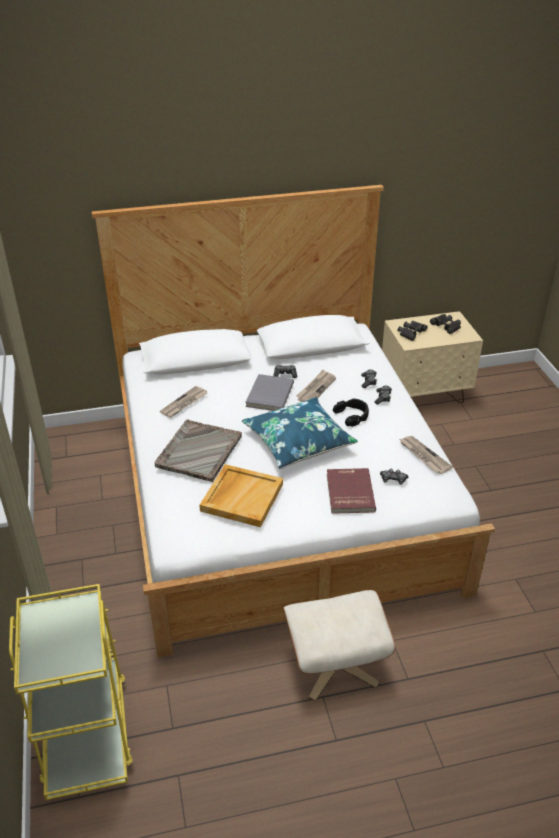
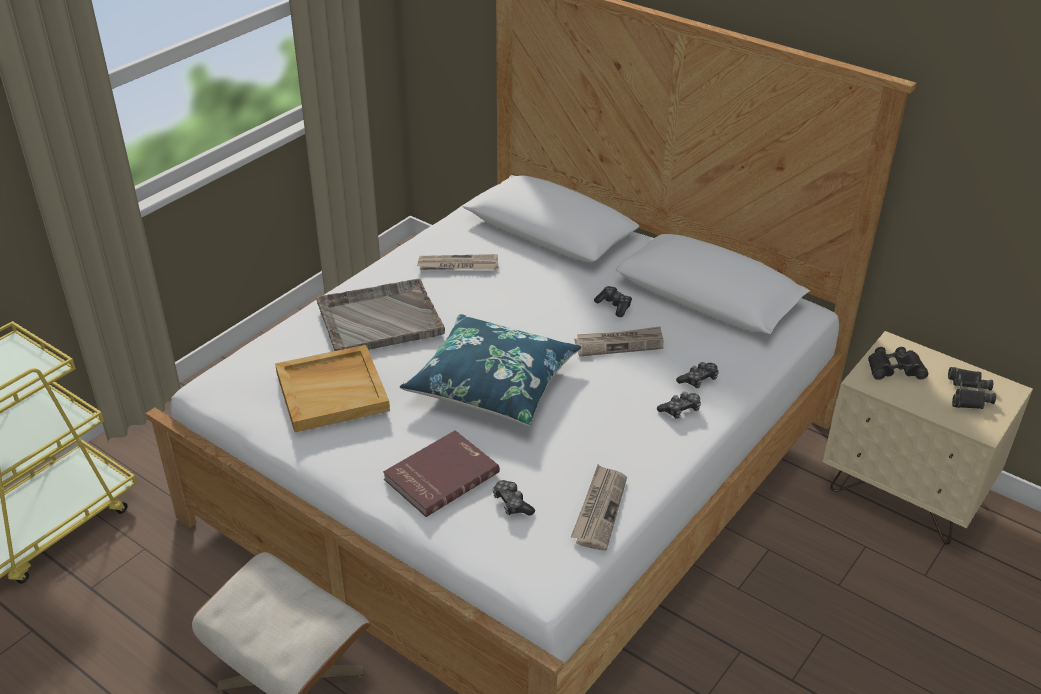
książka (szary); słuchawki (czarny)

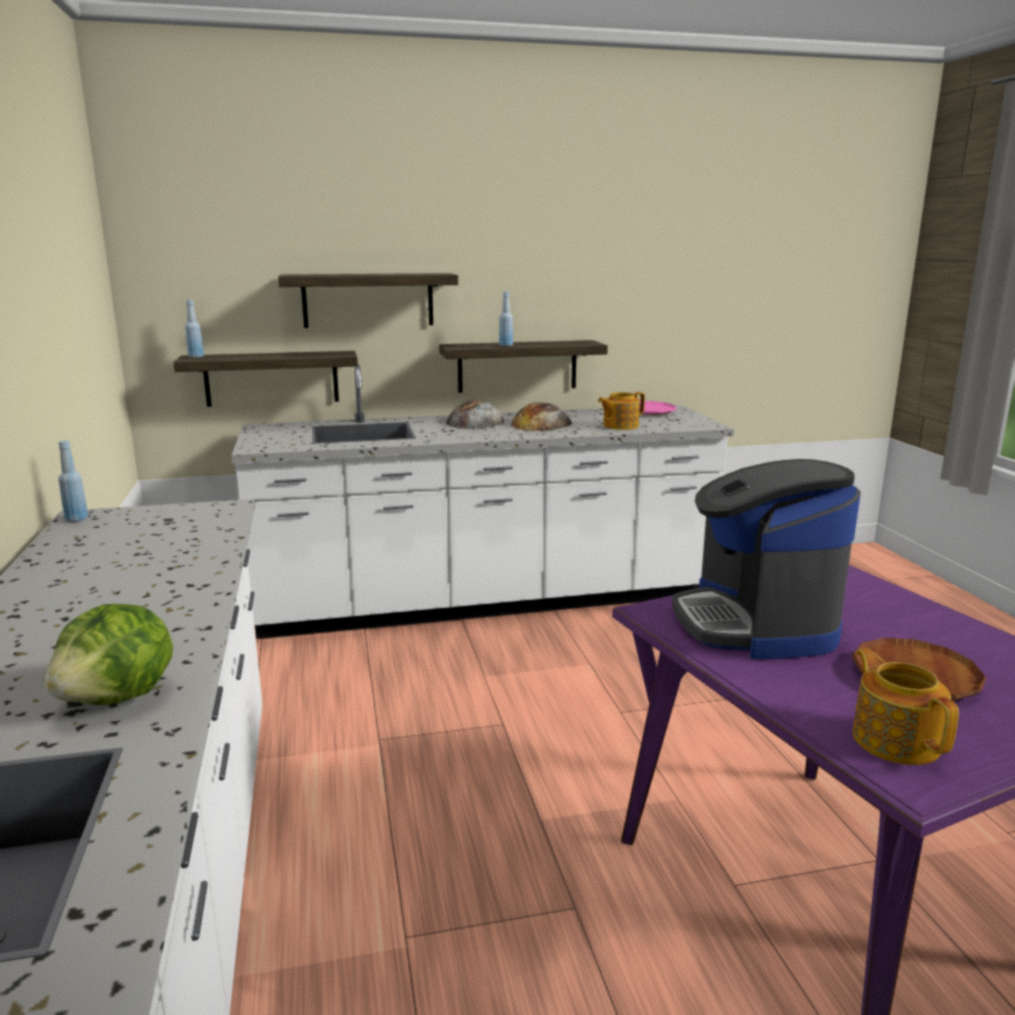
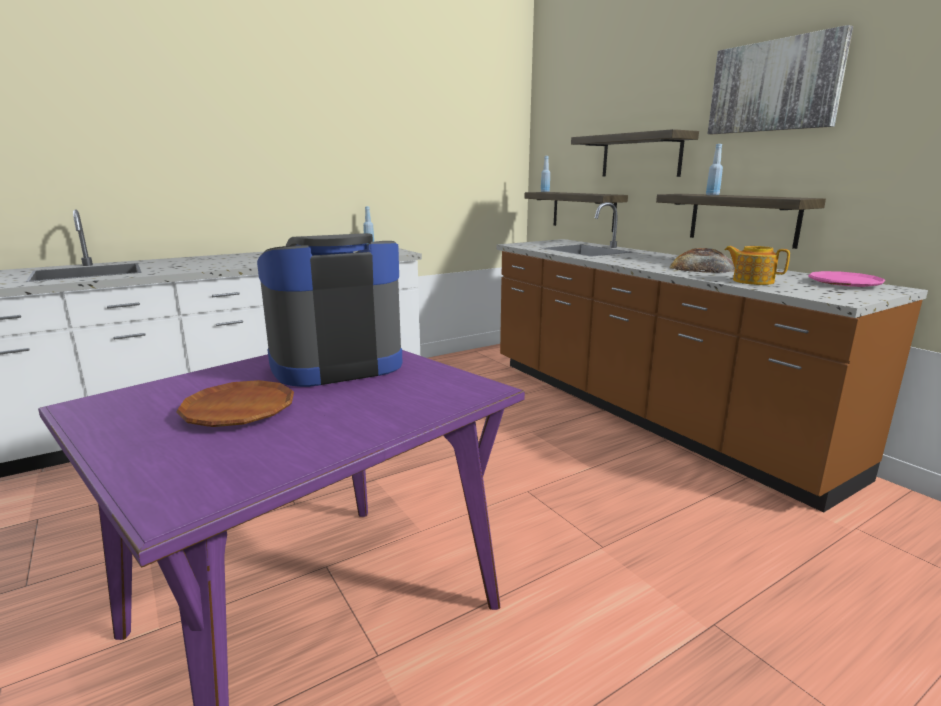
zabudowa kuchenna (brązowy); obraz; sałata; chleb (1st from left in the first image); imbryk (2nd from left in the first image)

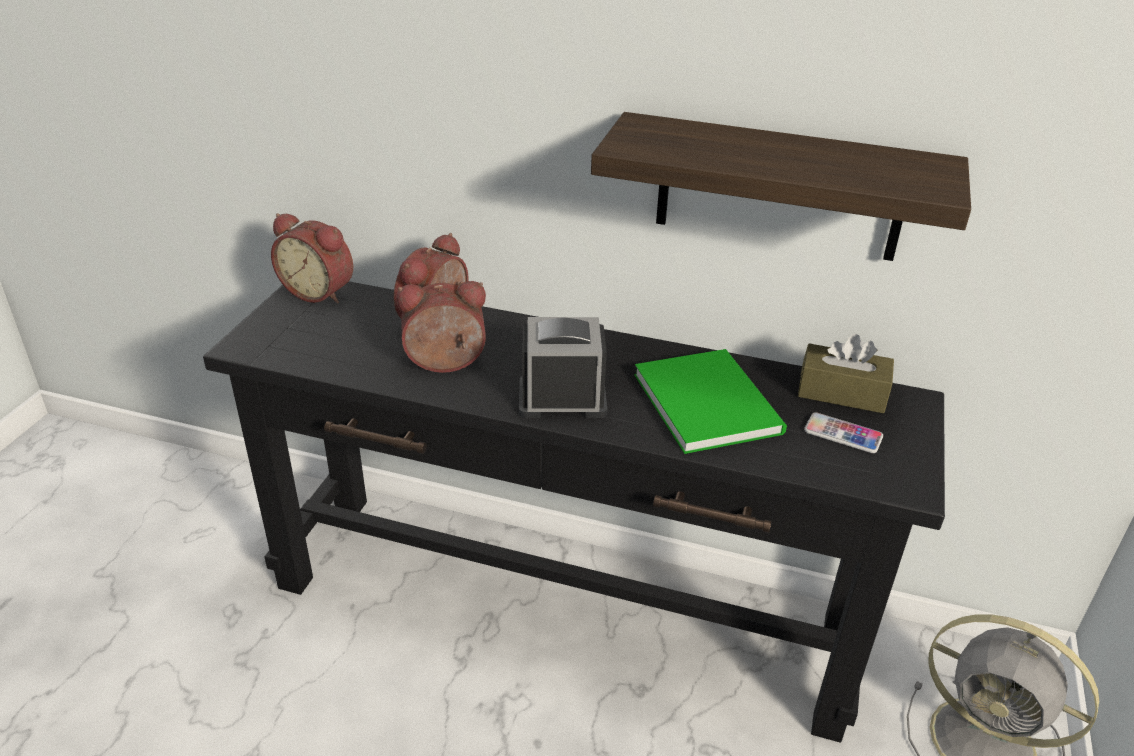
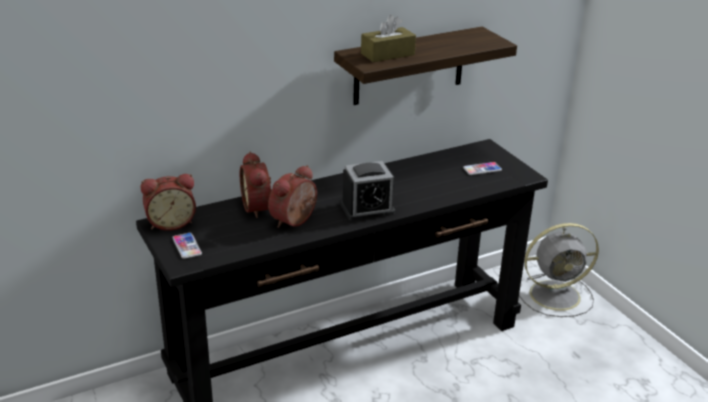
telefon (1st from left); budzik (4th from left); pudełko chusteczek (brązowy); książka (zielony)

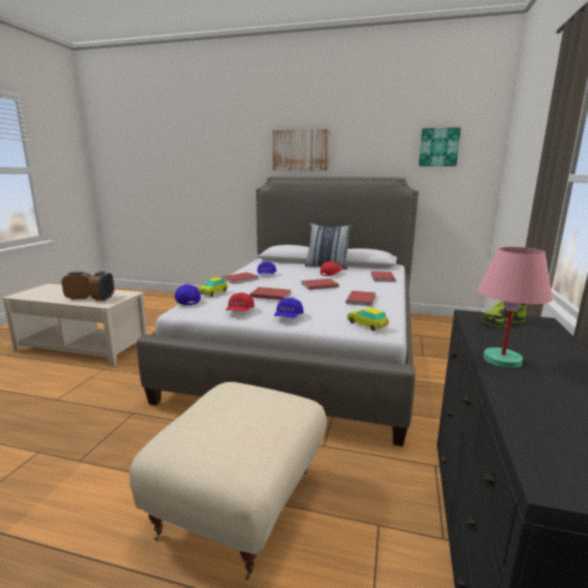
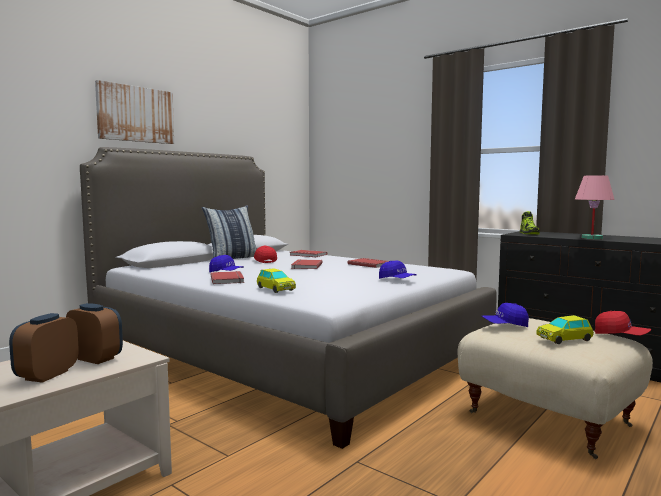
czapka z daszkiem (niebieski) (3rd from left); samochodzik (2nd from left); czapka z daszkiem (czerwony) (2nd from left); książka (czerwony) (2nd from left in the first image); obraz (2nd from left in the first image)

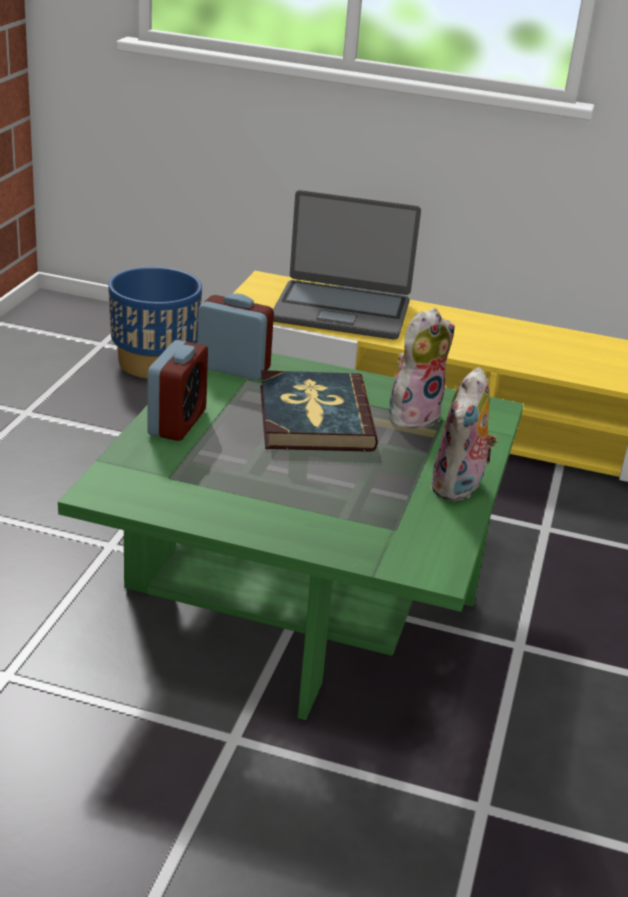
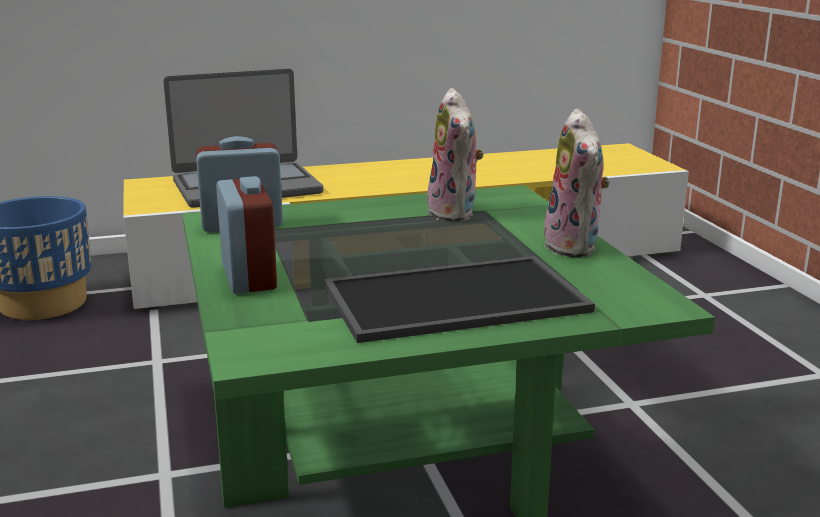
taca; pluszak (1st from left); książka

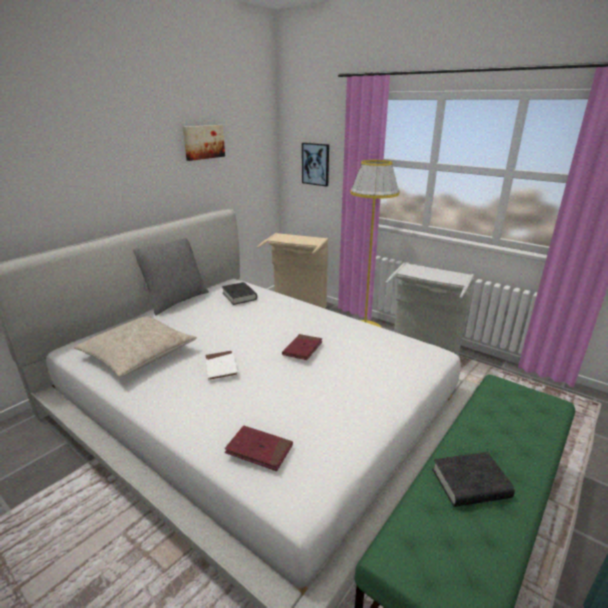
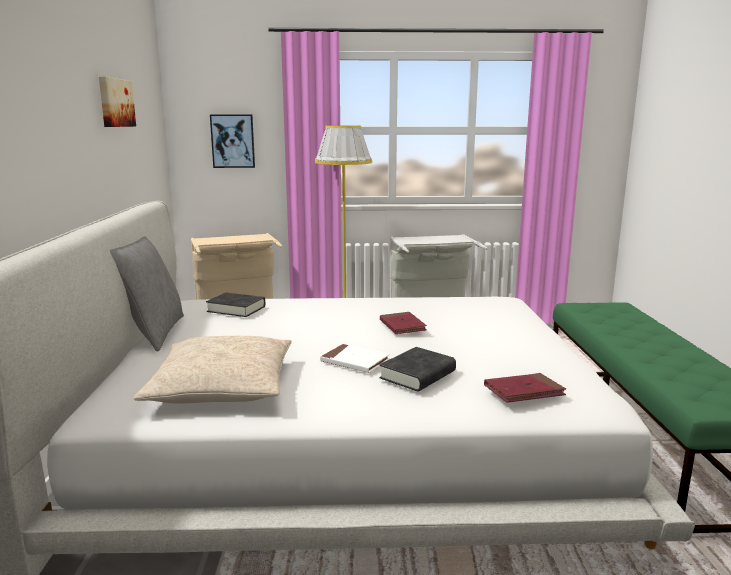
książka (czarny) (2nd from left)

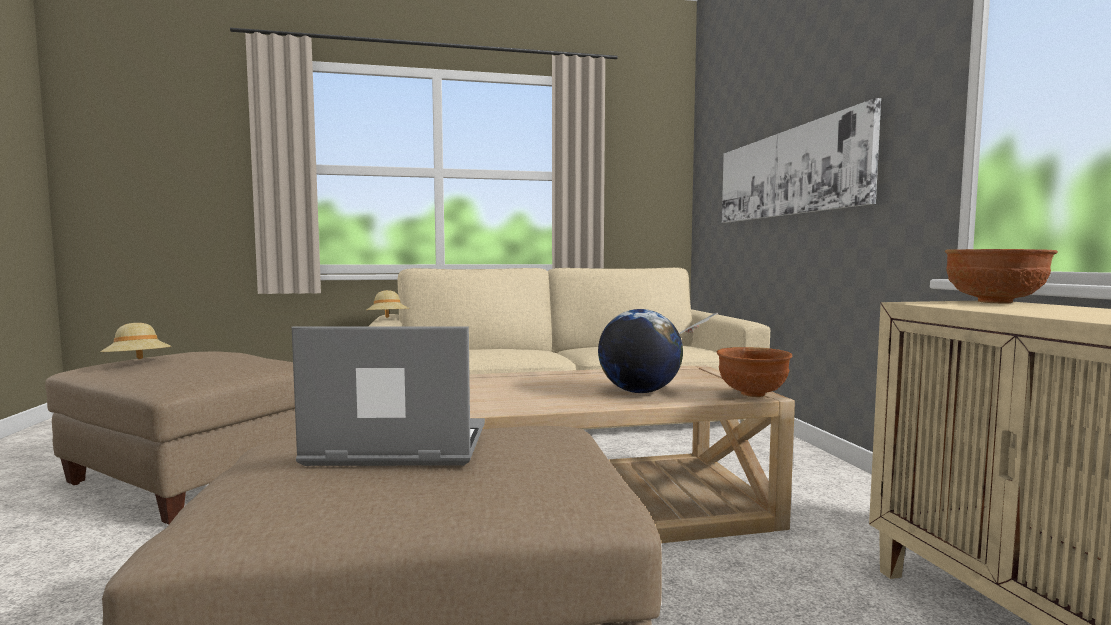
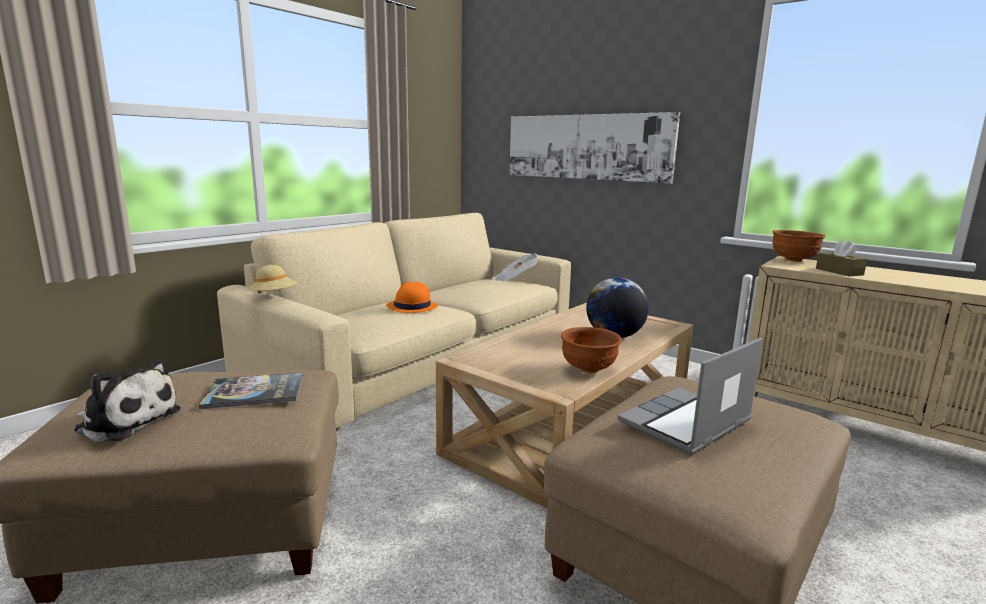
pluszak; książka; kapelusz (pomarańczowy); miska (brązowy) (1st from left); pudełko chusteczek (brązowy)

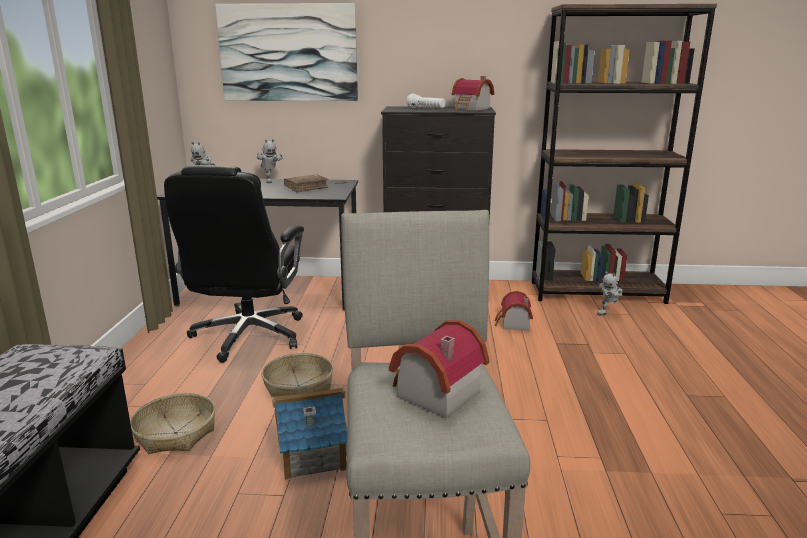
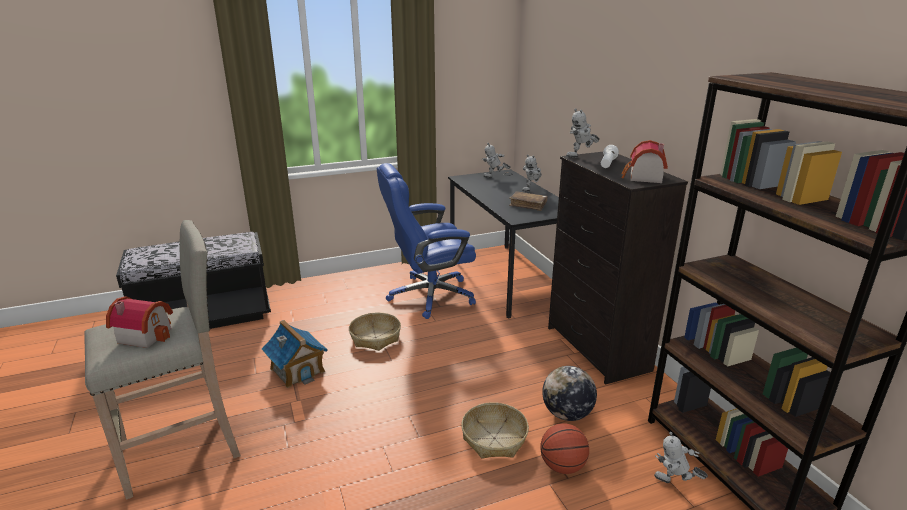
krzesło biurowe (niebieski); koszyk (2nd from left); piłka do koszykówki; globus; robot zabawkowy (3rd from left); obraz

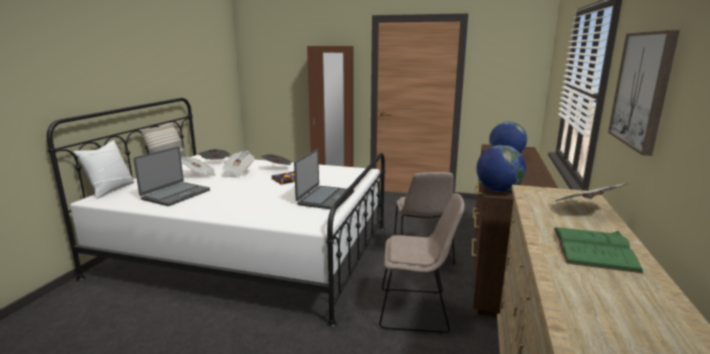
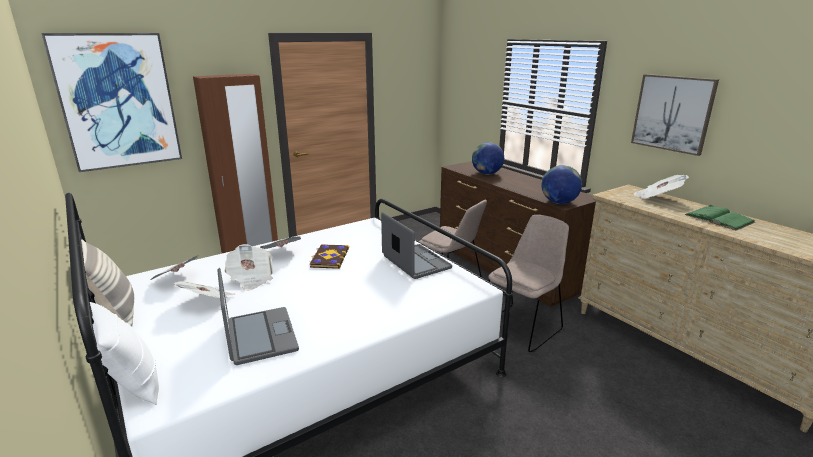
obraz (1st from left)

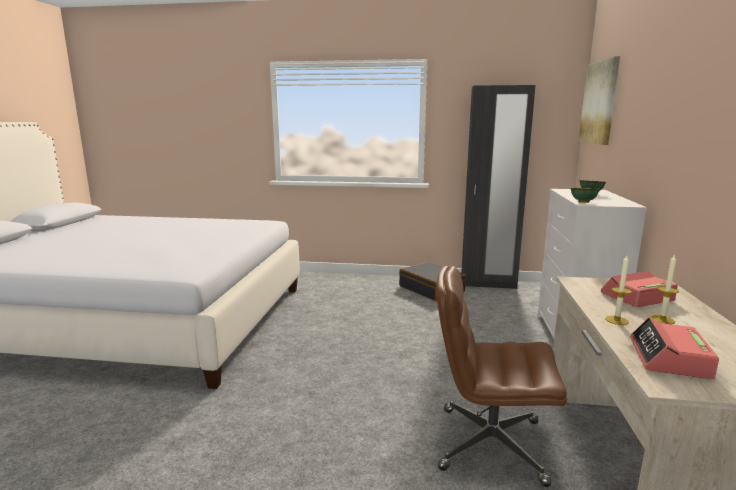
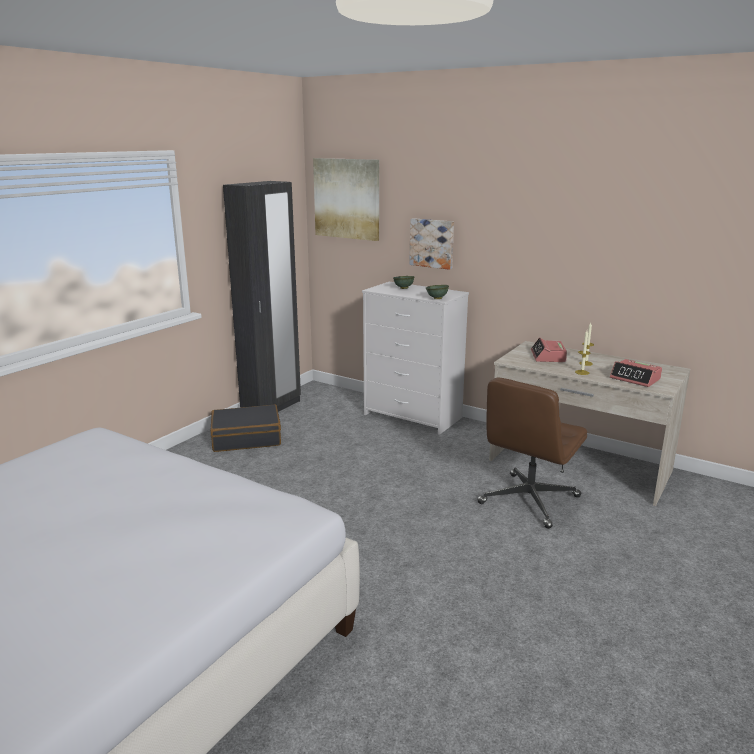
obraz (2nd from left)

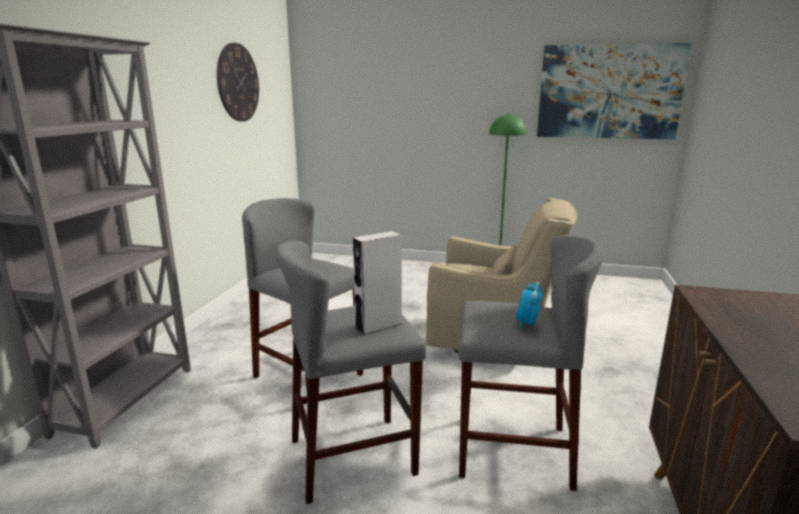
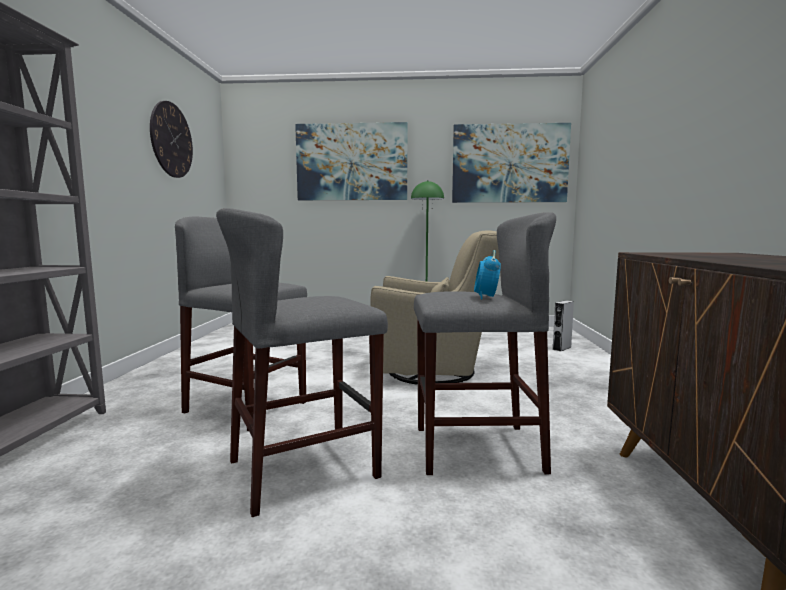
obraz (1st from left); głośnik (szary)

